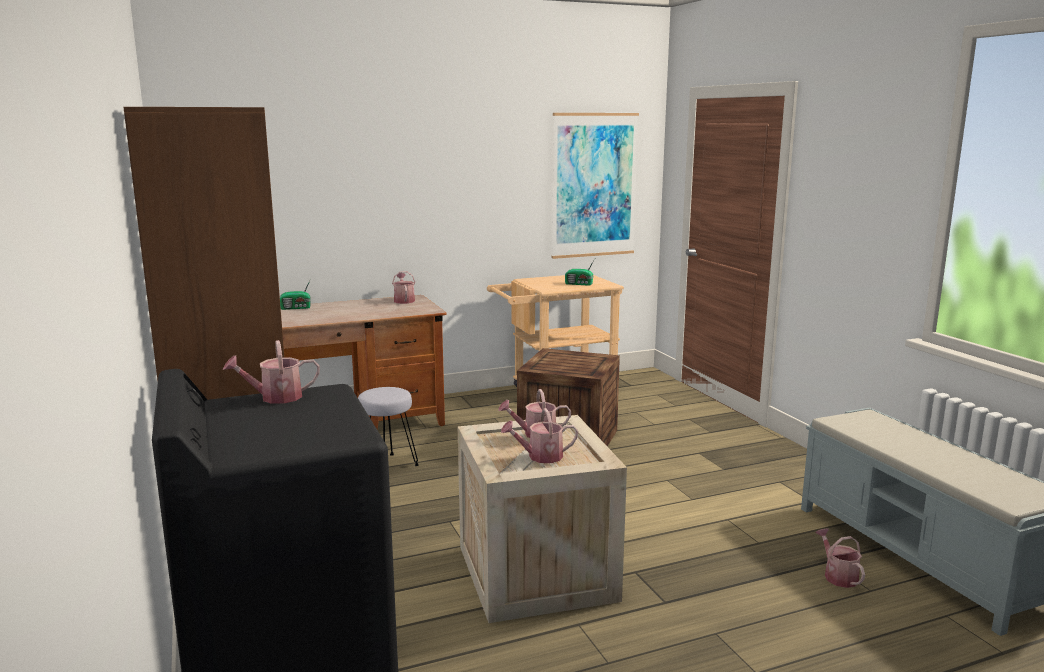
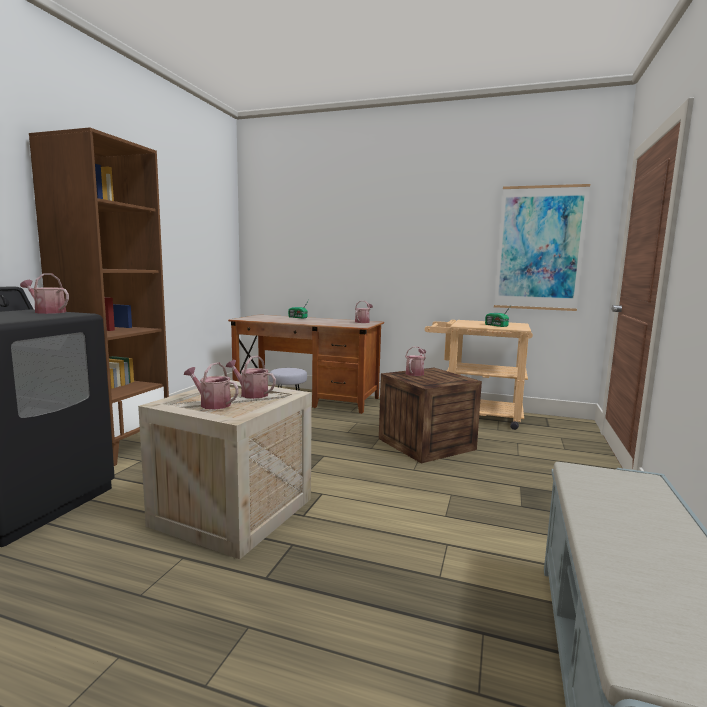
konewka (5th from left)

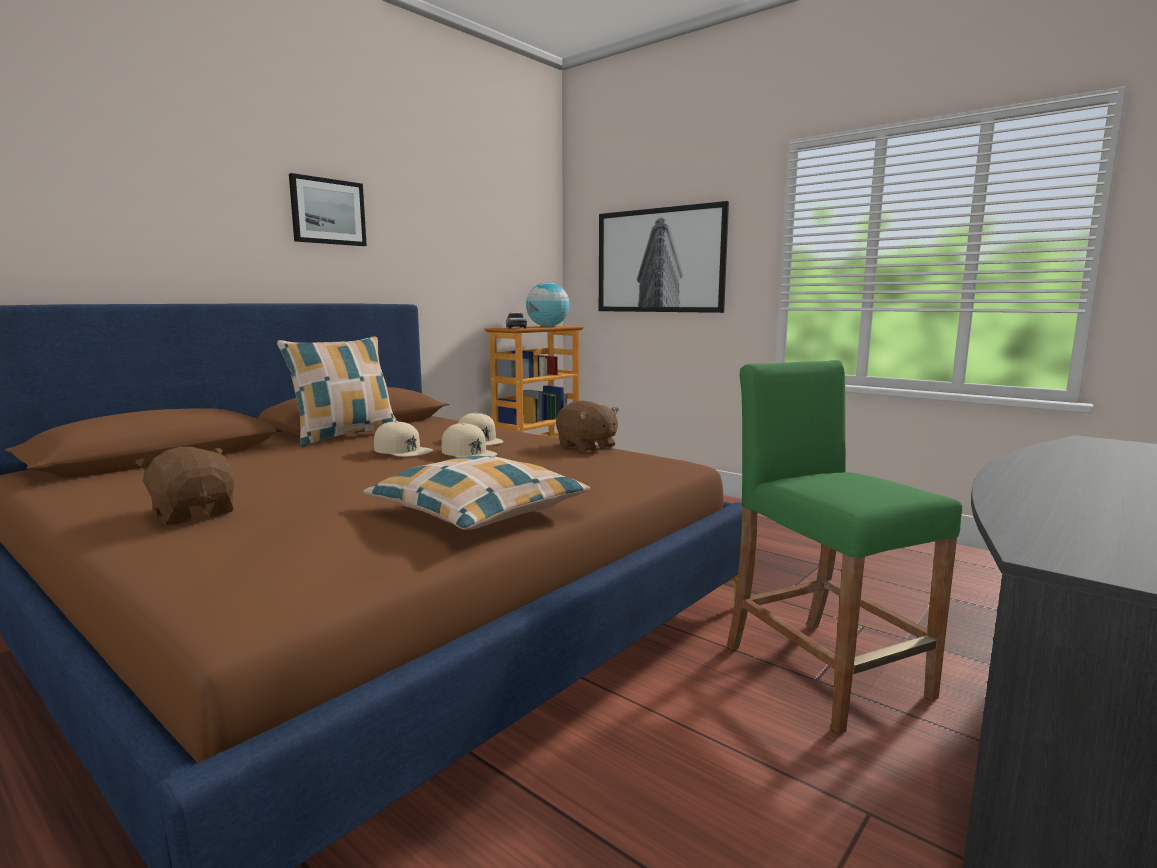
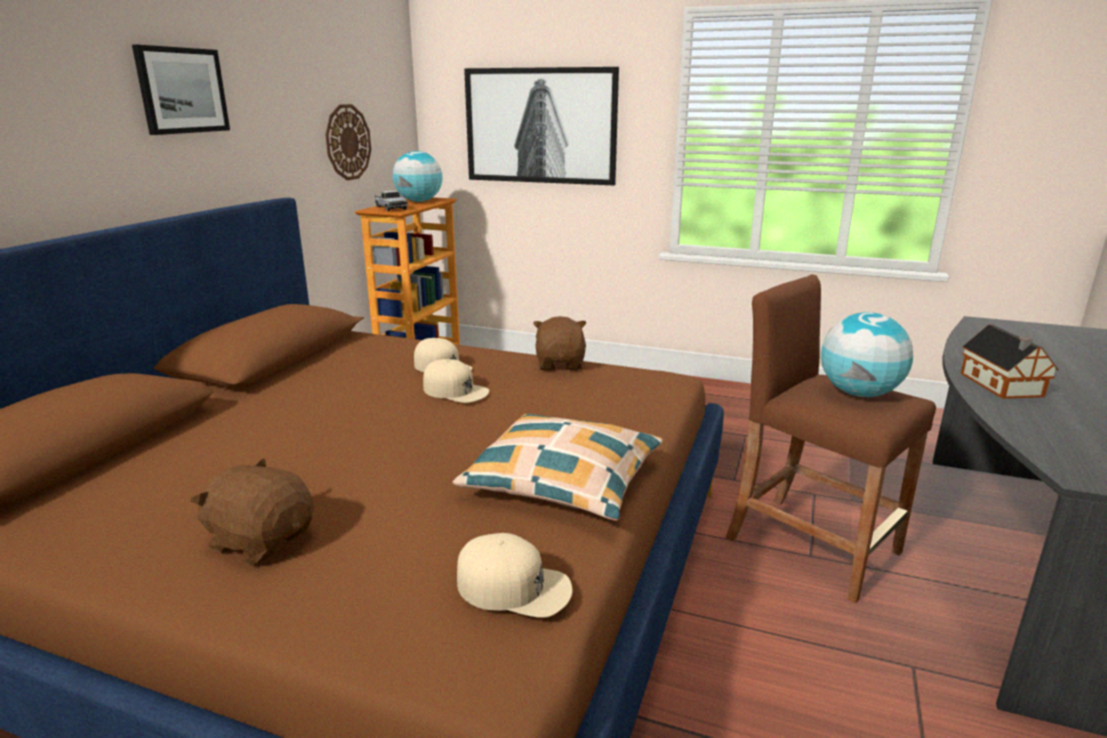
zegar ścienny; czapka z daszkiem (beżowy) (3rd from left); pluszak (brązowy) (2nd from left); stołek (brązowy); globus (2nd from left); domek; poduszka (1st from left in the first image)

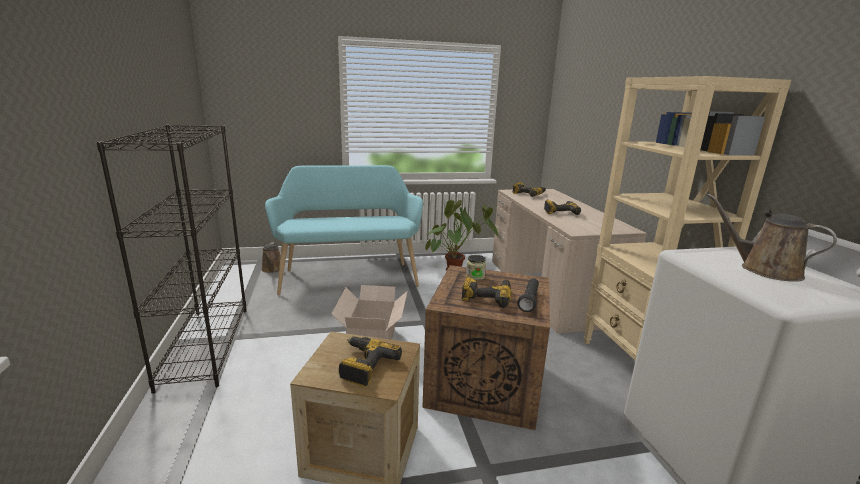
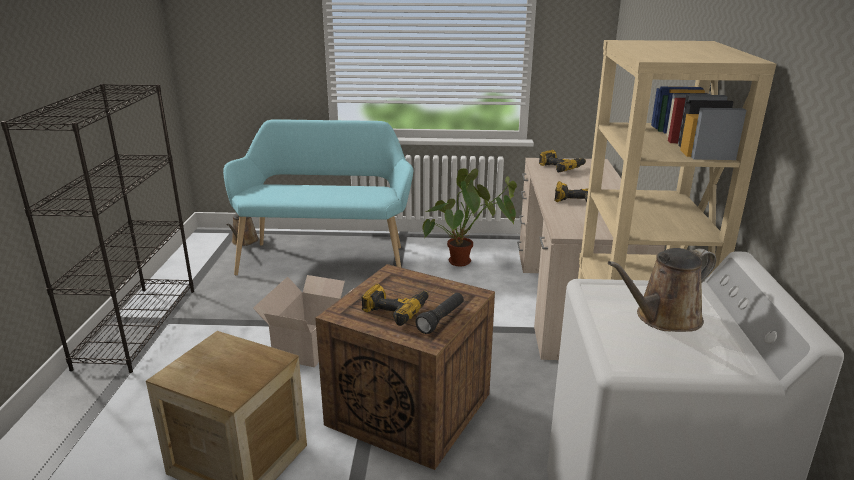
konewka (brązowy) (2nd from left); wiertarka (1st from left in the first image); słoik

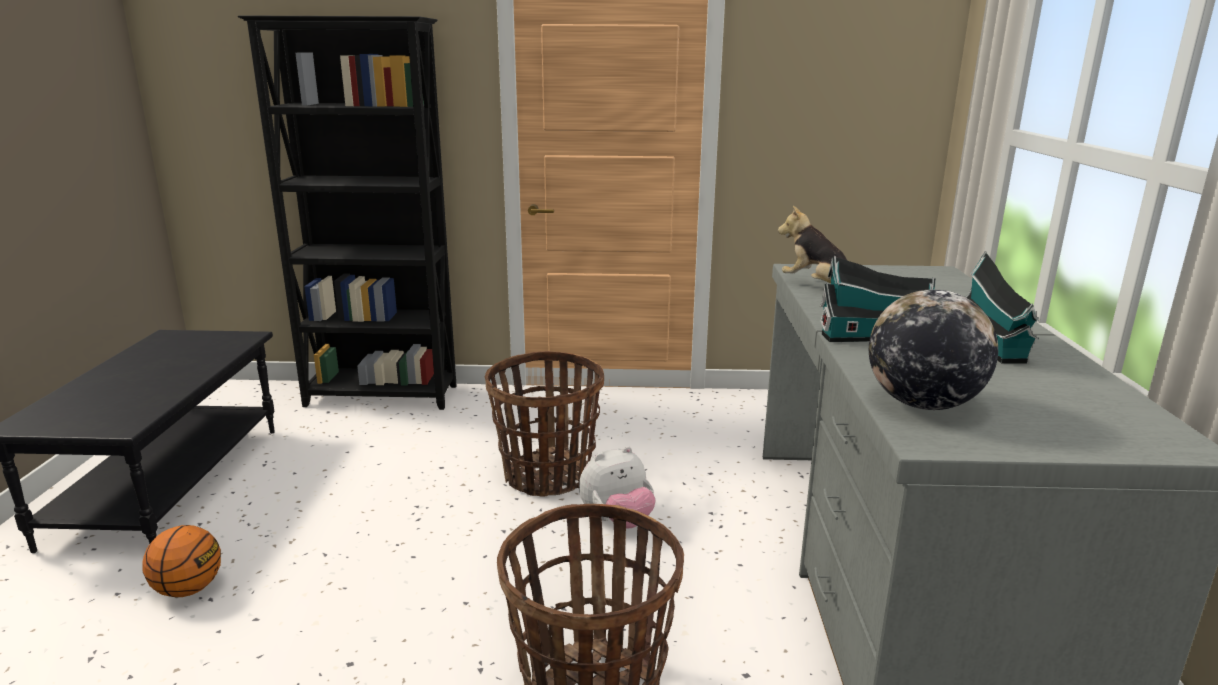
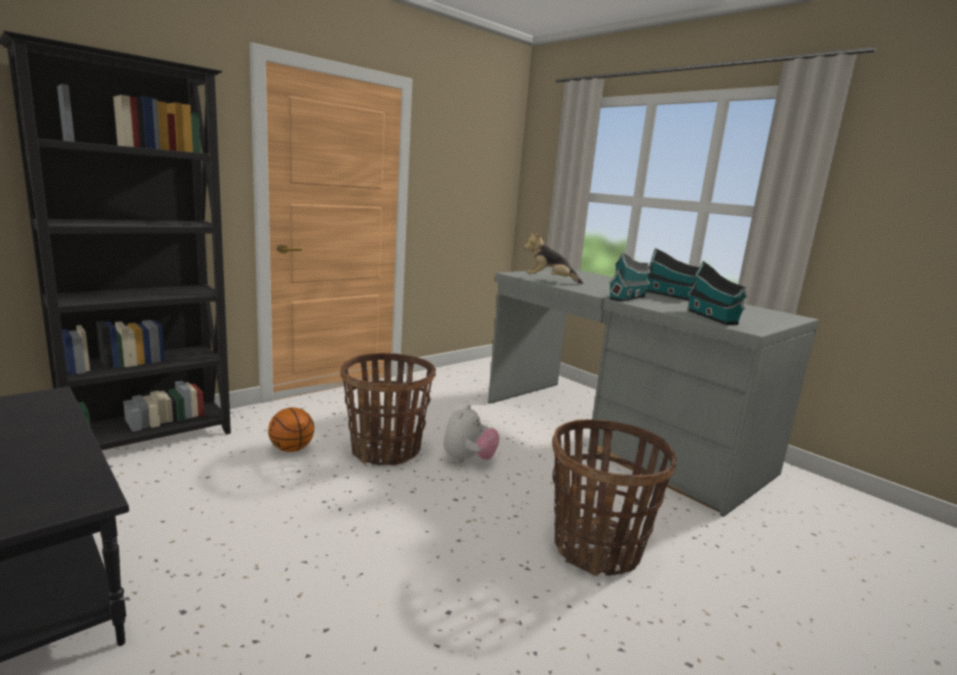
piłka do koszykówki; domek (3rd from left)

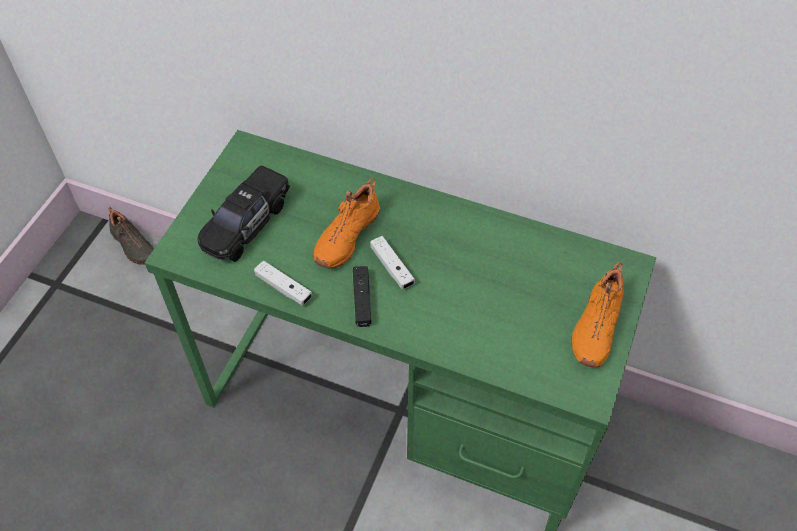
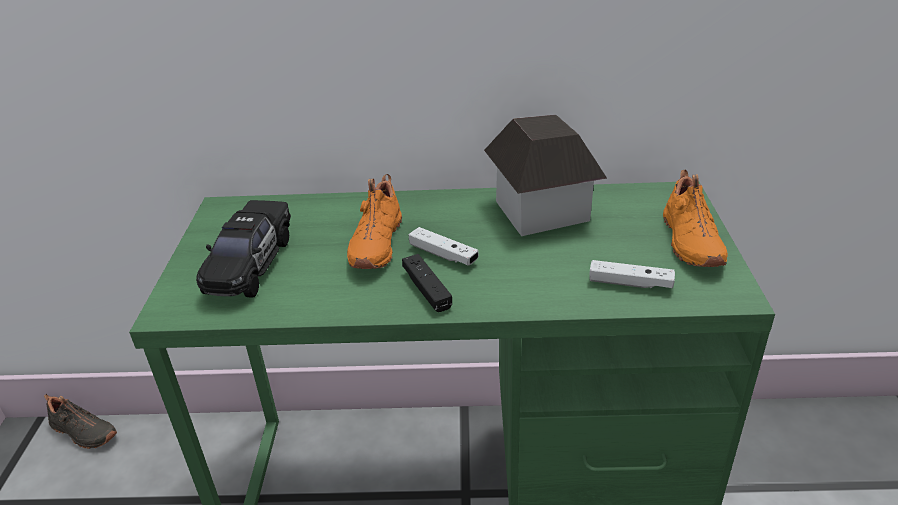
domek; pad do gier (biały) (2nd from left)

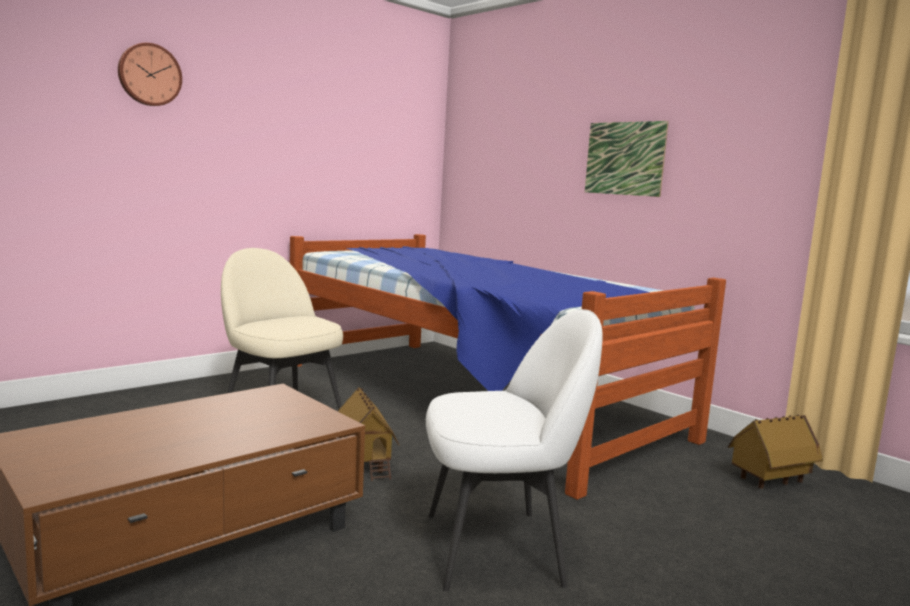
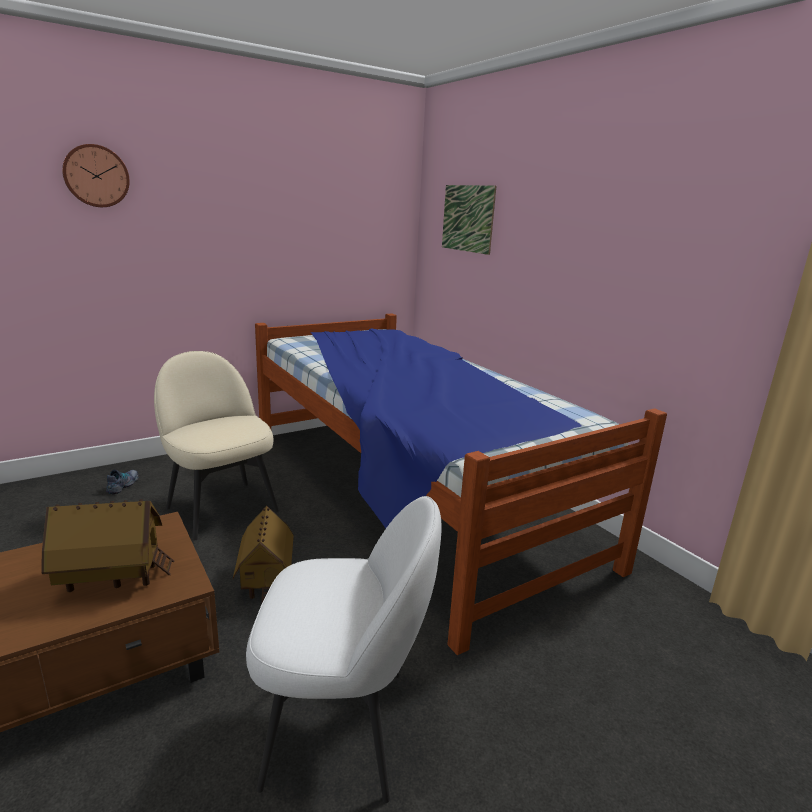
domek (1st from left); but; obraz

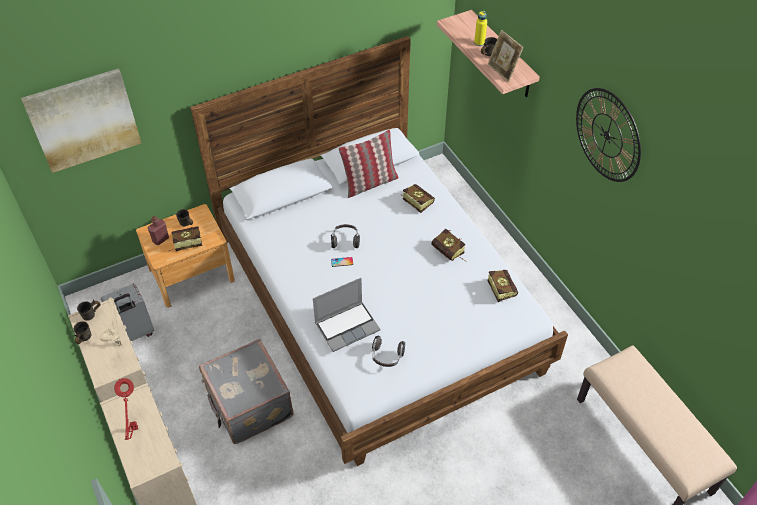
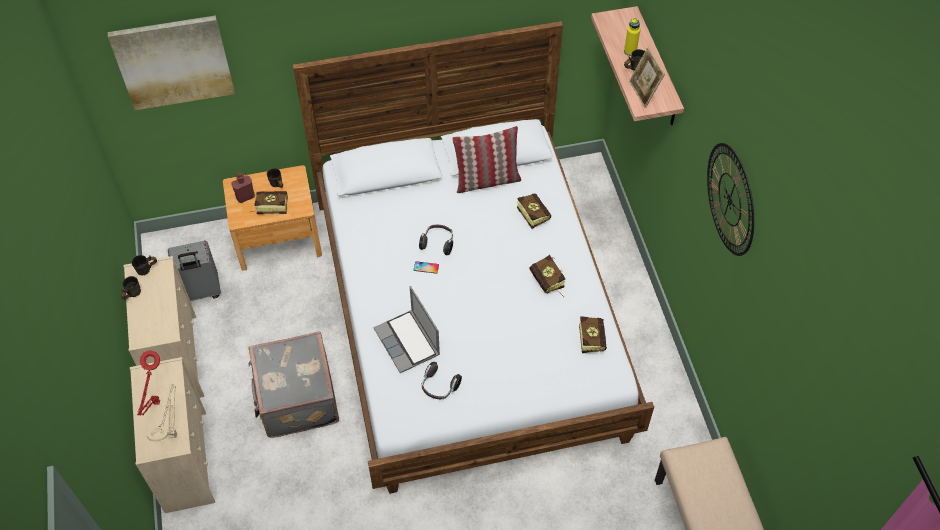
lampa stołowa (beżowy); laptop

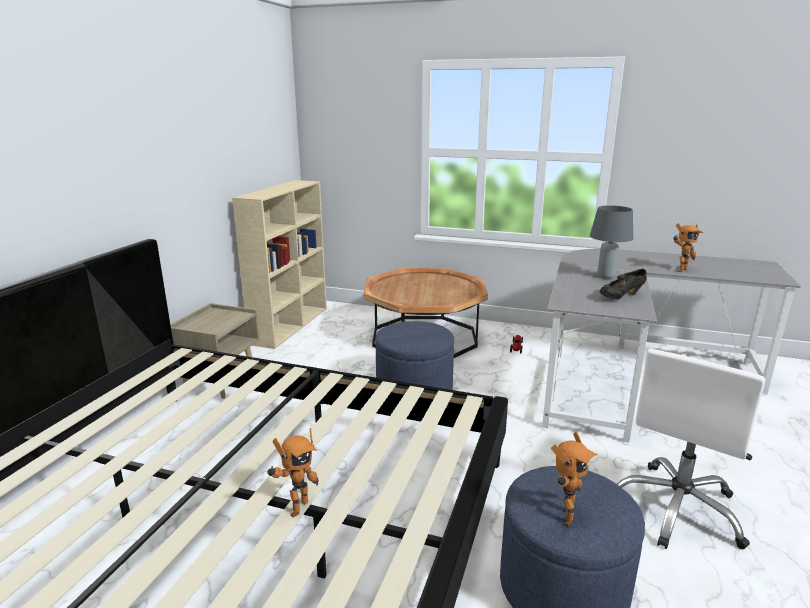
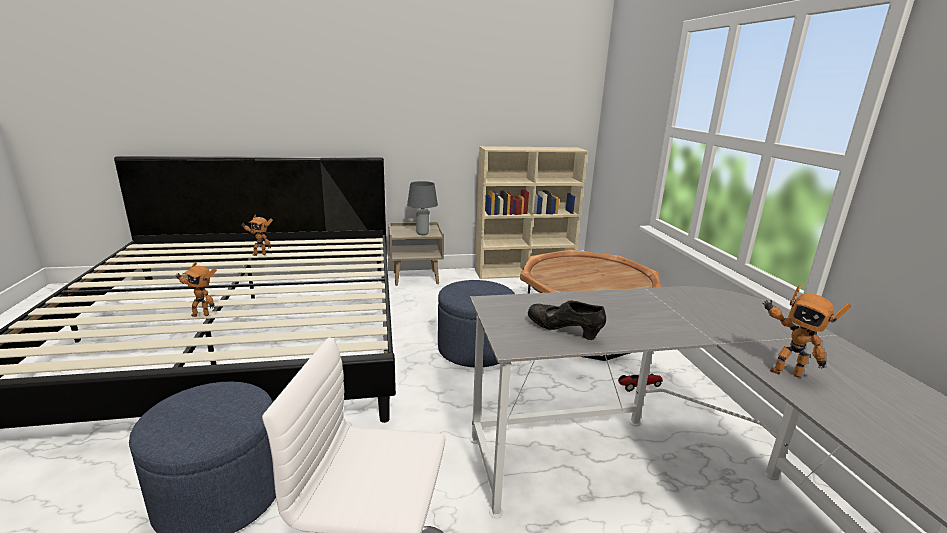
robot zabawkowy (2nd from left); lampa stołowa (szary)

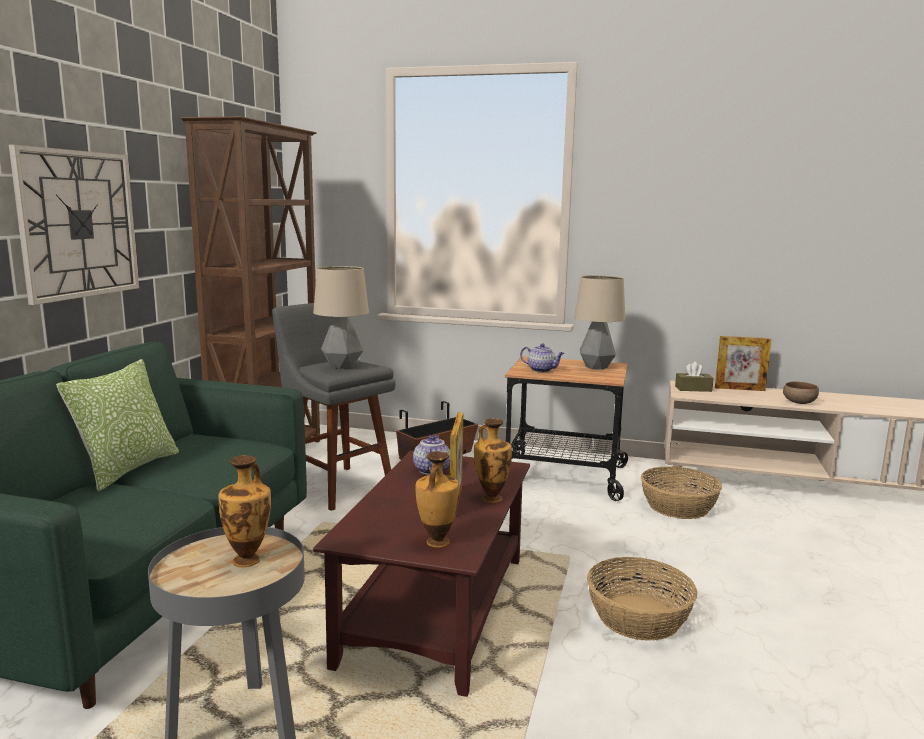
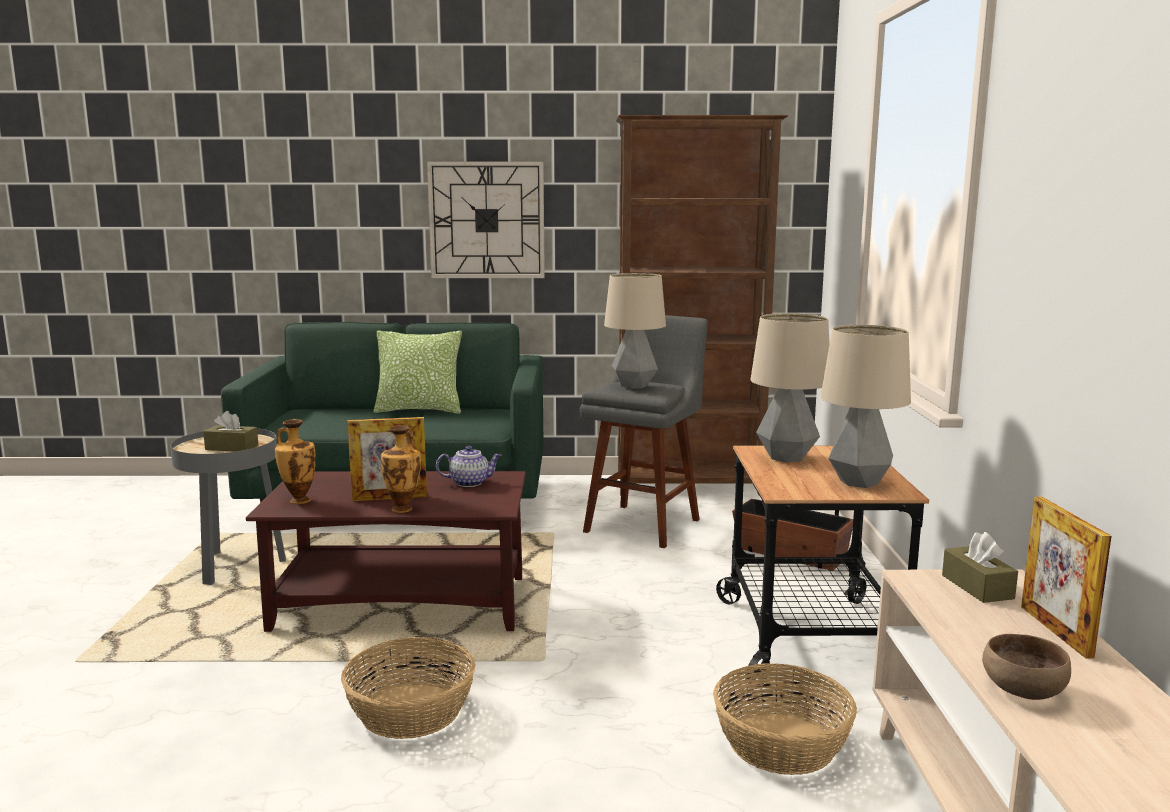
pudełko chusteczek (brązowy) (1st from left); lampa stołowa (2nd from left)

